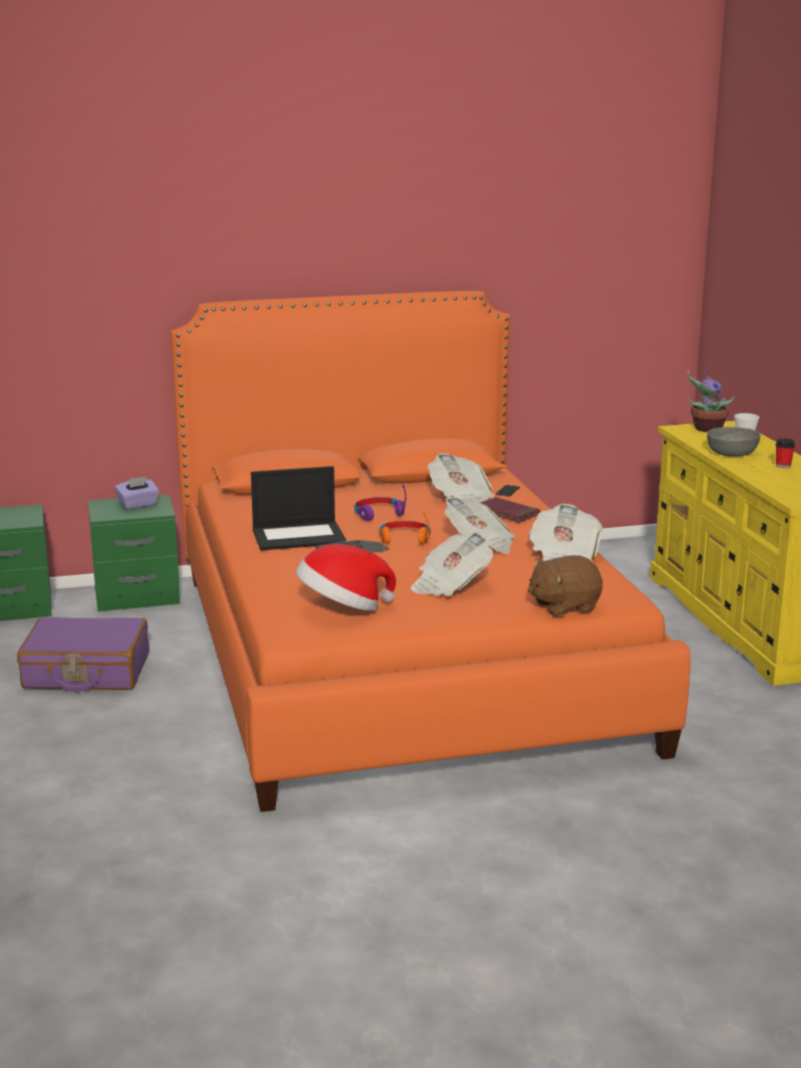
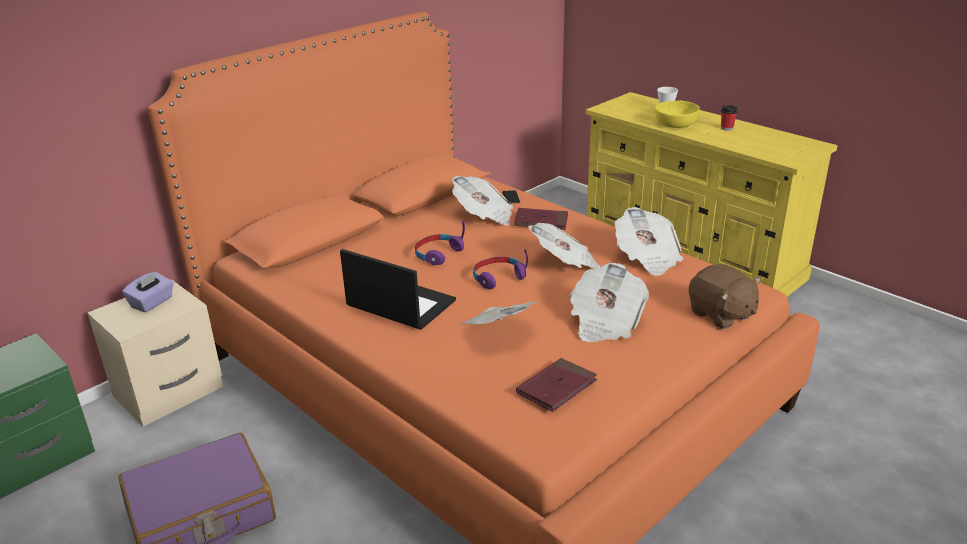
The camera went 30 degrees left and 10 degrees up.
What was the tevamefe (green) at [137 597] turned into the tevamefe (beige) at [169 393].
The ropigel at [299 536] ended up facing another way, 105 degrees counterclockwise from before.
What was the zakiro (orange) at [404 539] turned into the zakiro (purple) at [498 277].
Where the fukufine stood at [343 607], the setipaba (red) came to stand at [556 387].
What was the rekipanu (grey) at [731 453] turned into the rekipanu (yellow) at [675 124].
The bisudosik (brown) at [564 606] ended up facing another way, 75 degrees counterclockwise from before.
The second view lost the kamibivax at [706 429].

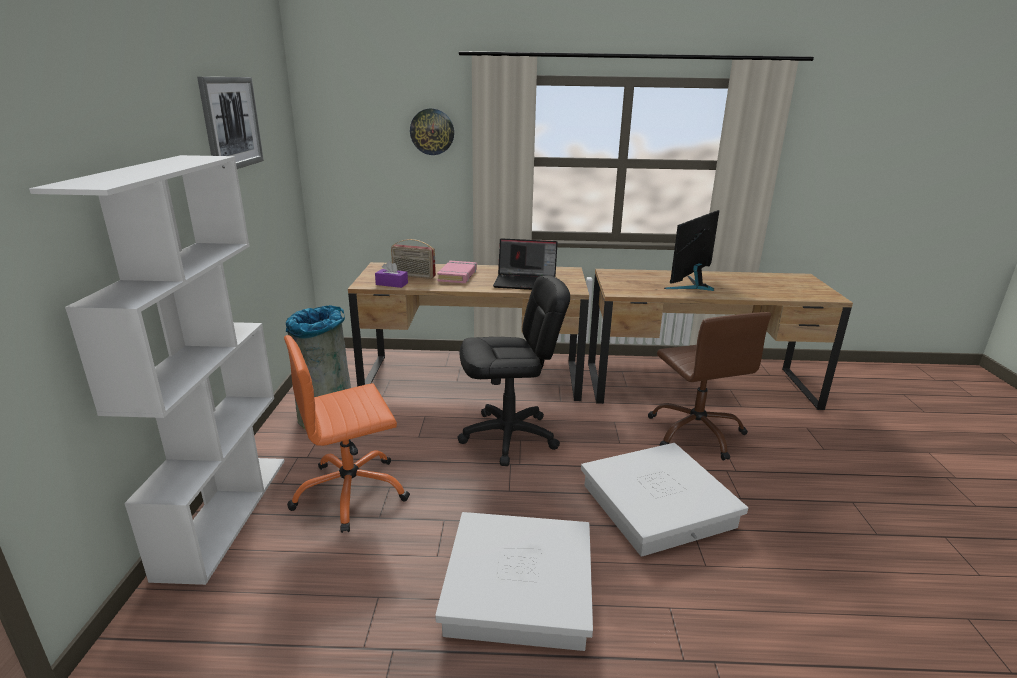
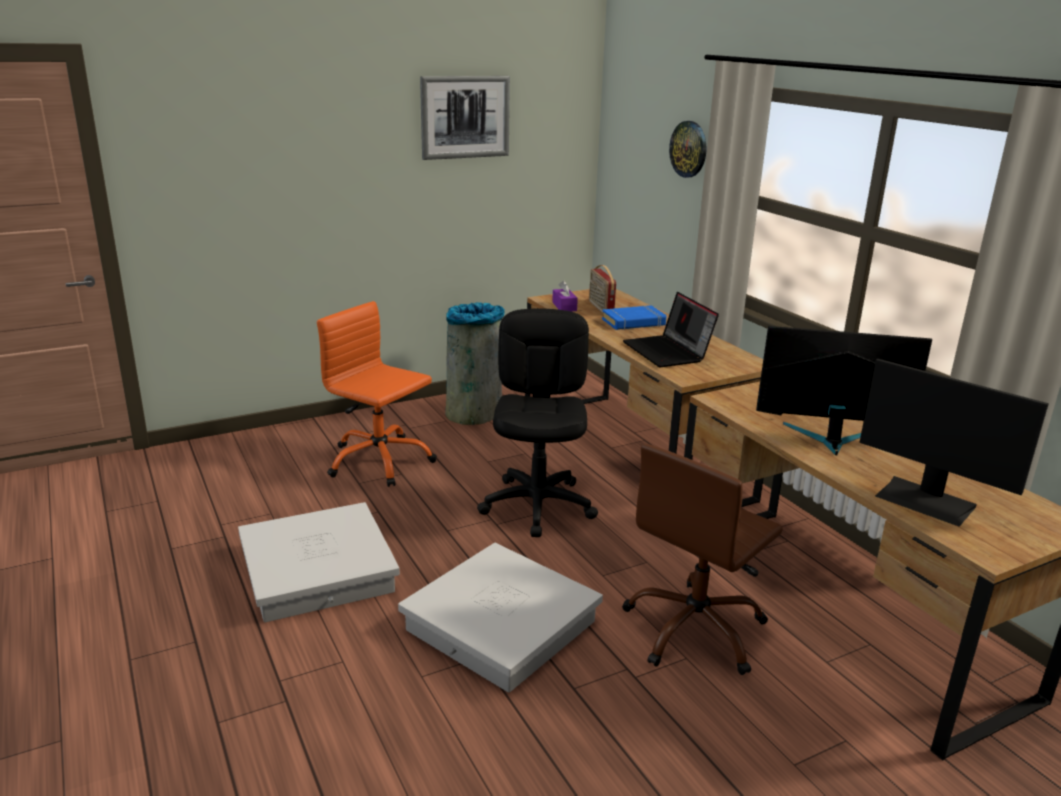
The camera went 60 degrees right and 0 degrees up.
The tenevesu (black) at [509 437] ended up facing another way, 135 degrees counterclockwise from before.
What was the setipaba (pink) at [458 275] turned into the setipaba (blue) at [634 322].
The second view gained the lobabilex at [926 501].
The second view lost the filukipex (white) at [225 513].

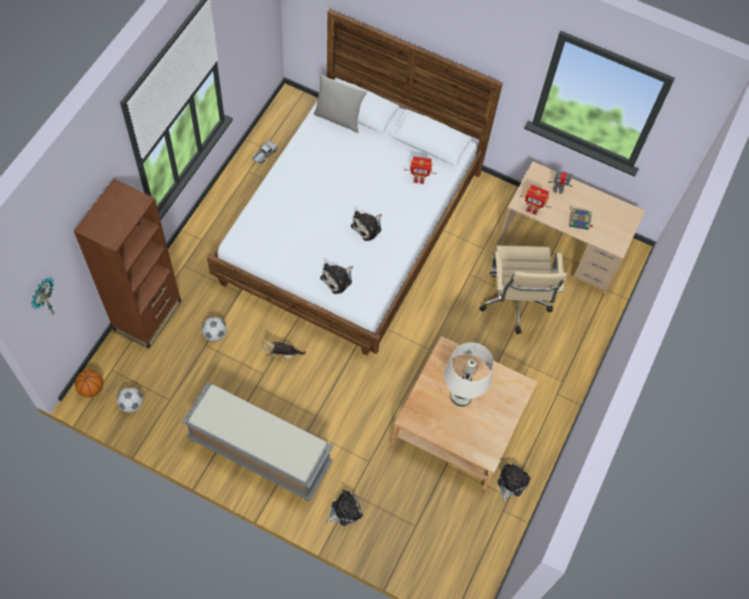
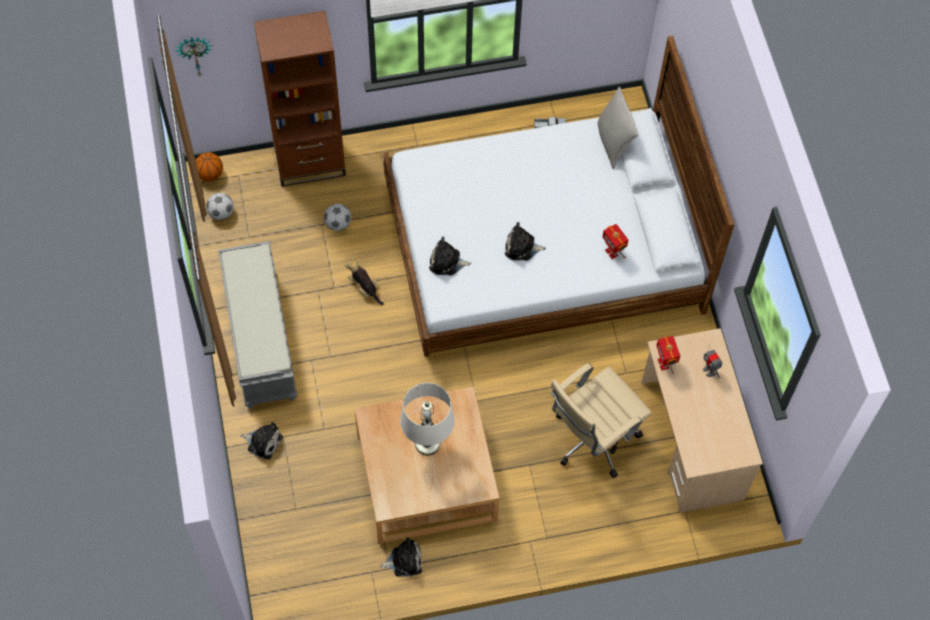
The camera went 55 degrees right and 0 degrees up.
The second view lost the setipaba at [579 221].

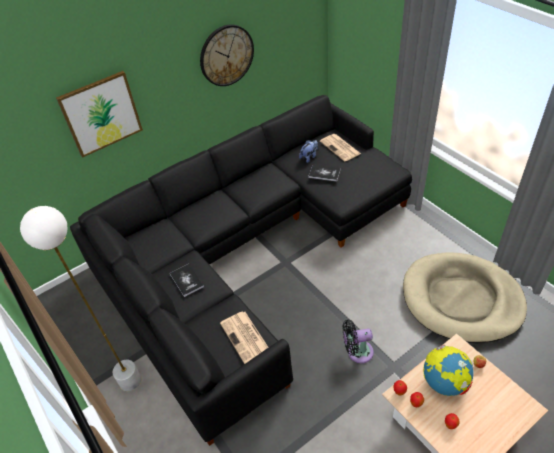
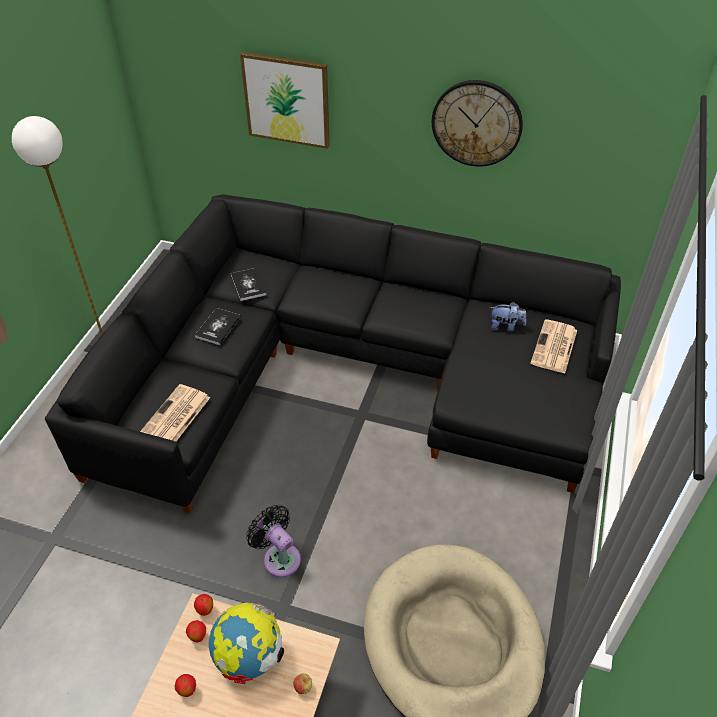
The camera went 50 degrees right and 0 degrees up.
The setipaba ended up elsewhere, having gone from [324 173] to [248 285].

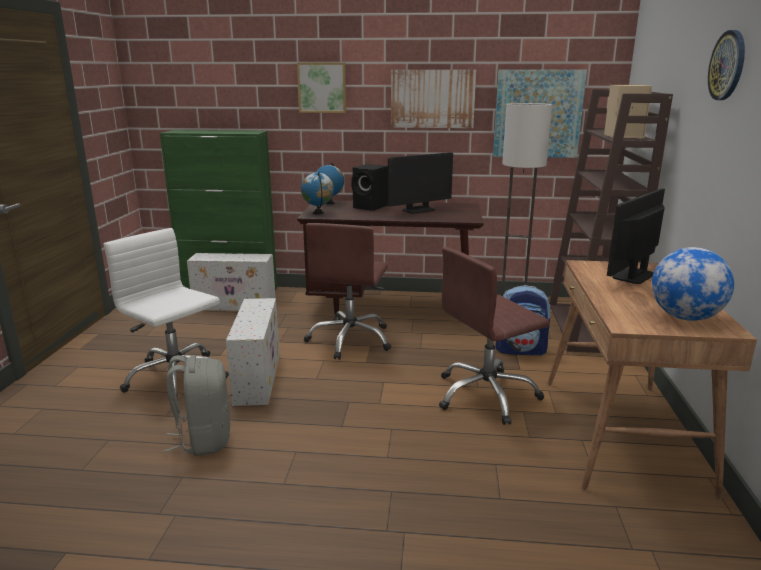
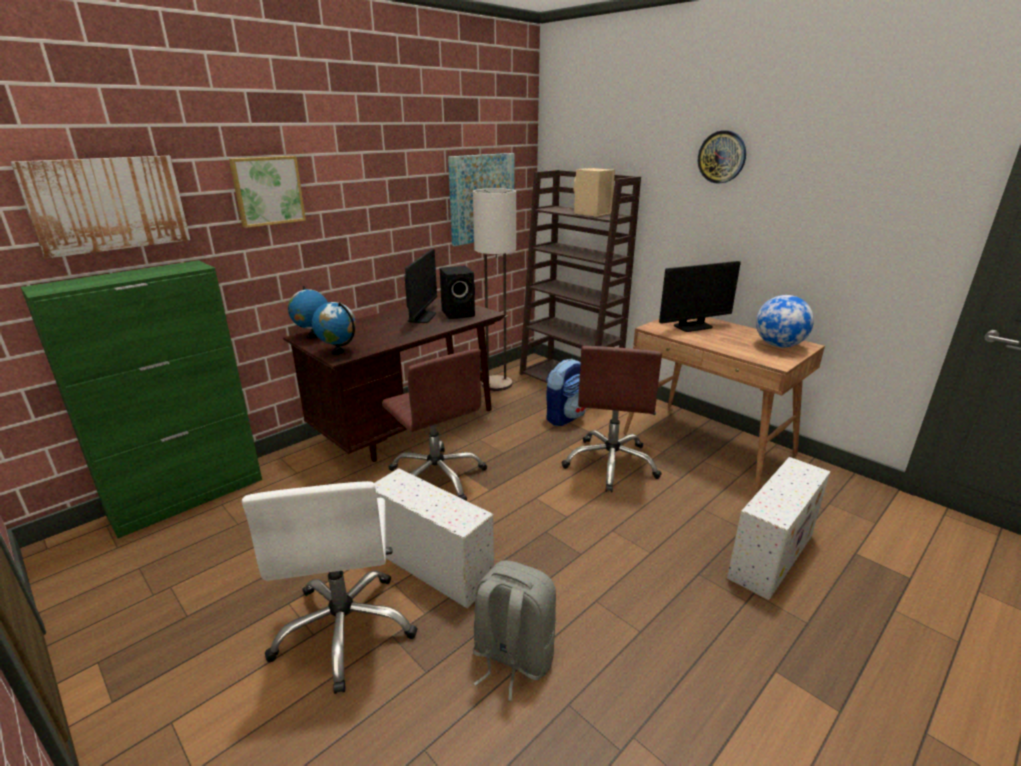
The camera went 50 degrees left and 5 degrees up.
The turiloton ended up elsewhere, having gone from [432 99] to [108 204].
The tenevesu (white) at [175 377] ended up facing another way, 90 degrees counterclockwise from before.
The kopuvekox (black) ended up elsewhere, having gone from [371 207] to [459 313].
The lobabilex at [633 276] ended up facing another way, 105 degrees counterclockwise from before.
The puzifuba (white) ended up elsewhere, having gone from [236 305] to [772 554].

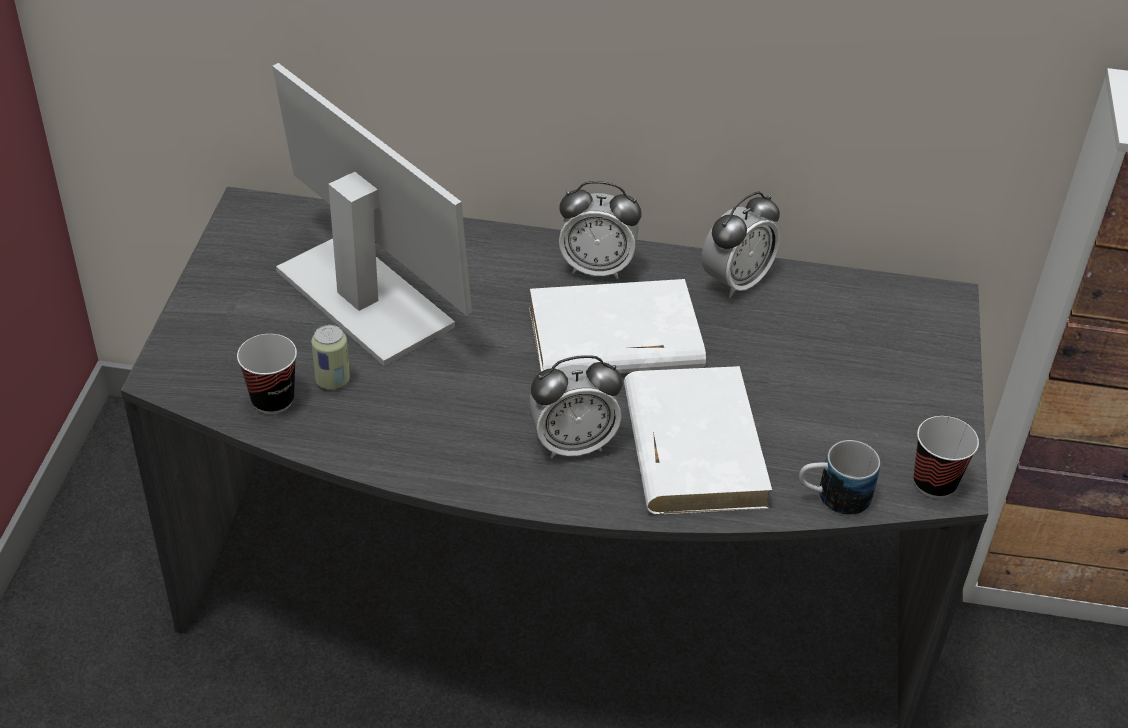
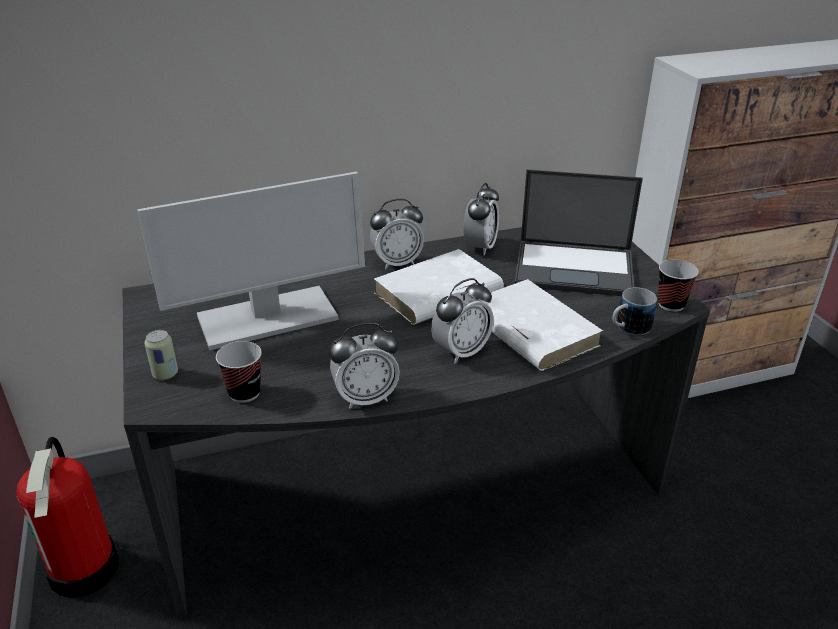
The camera went 25 degrees left and 10 degrees down.
The second view gained the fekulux at [85 569].
The lobabilex at [366 299] ended up facing another way, 135 degrees clockwise from before.
The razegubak ended up elsewhere, having gone from [332 380] to [165 374].
The second view gained the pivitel at [366 398].
The second view gained the ropigel at [575 268].

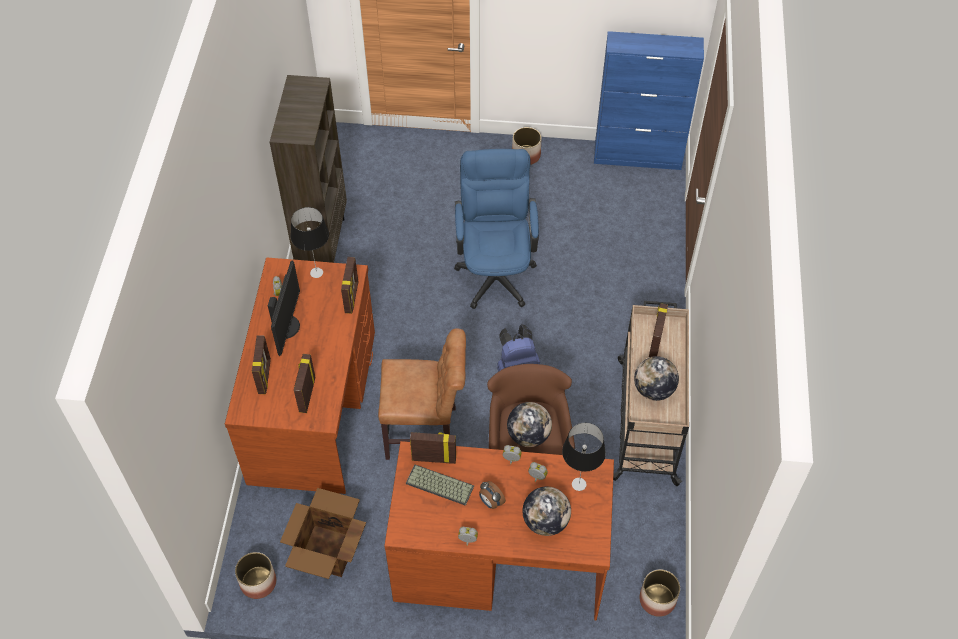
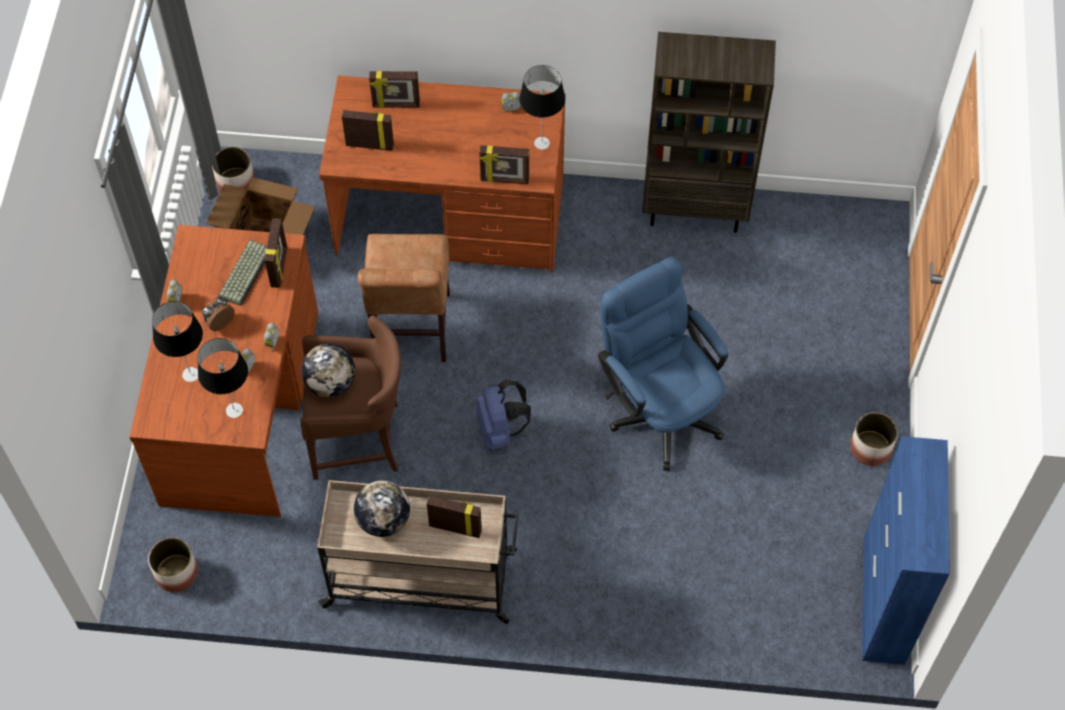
The camera went 90 degrees right and 5 degrees up.
Where the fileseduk stood at [545 521], the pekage came to stand at [190 375].
The tenevesu (blue) at [495 270] ended up facing another way, 120 degrees counterclockwise from before.
The second view lost the lobabilex at [287 326].

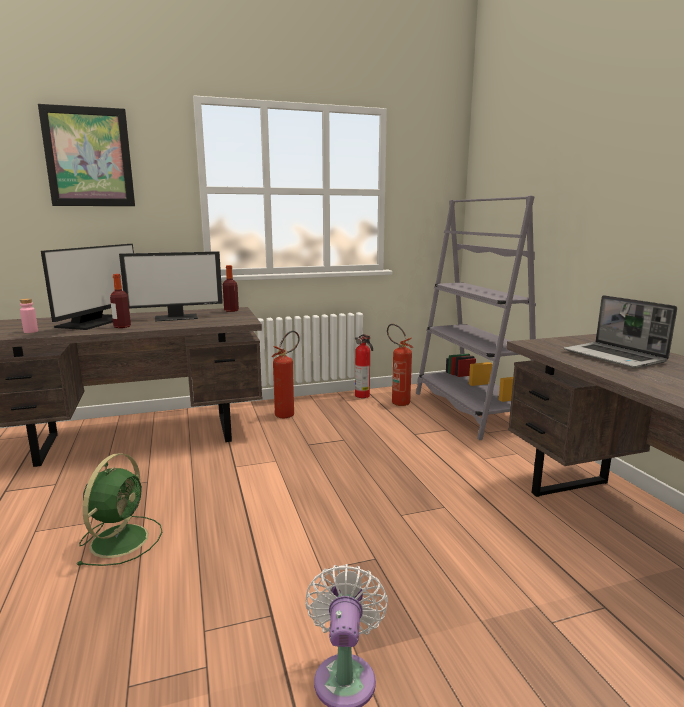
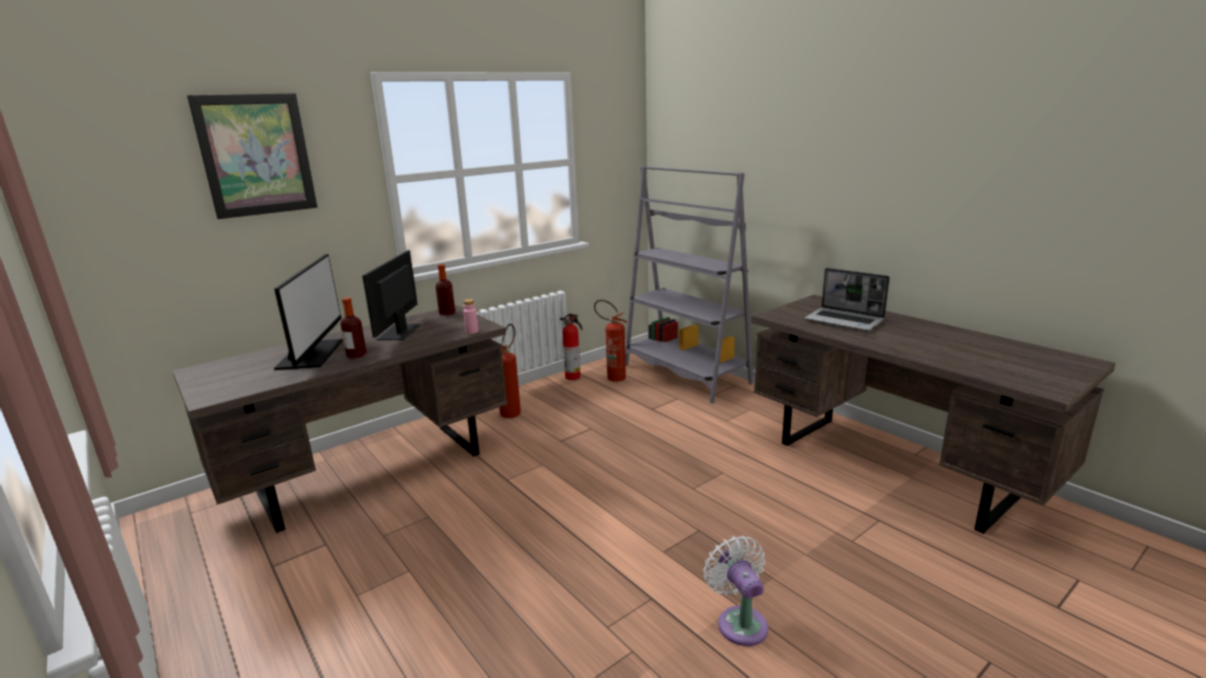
The camera went 20 degrees left and 5 degrees up.
The lobabilex at [176 317] ended up facing another way, 135 degrees clockwise from before.
The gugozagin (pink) ended up elsewhere, having gone from [31 331] to [472 331].
The second view lost the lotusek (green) at [121 539].

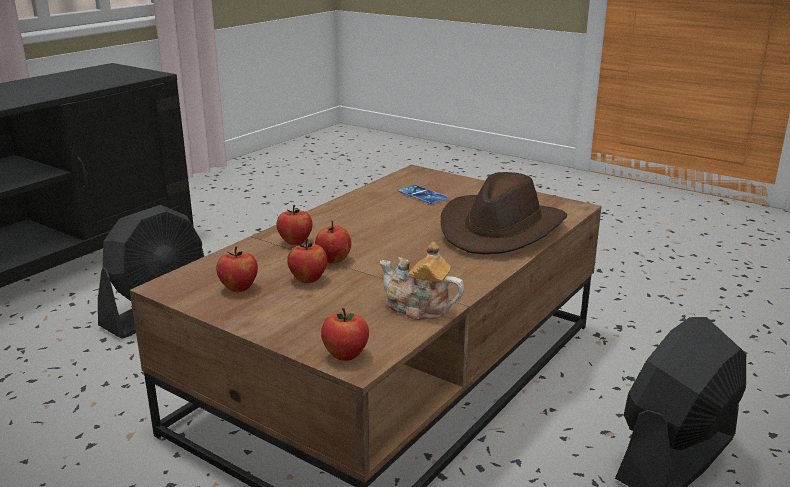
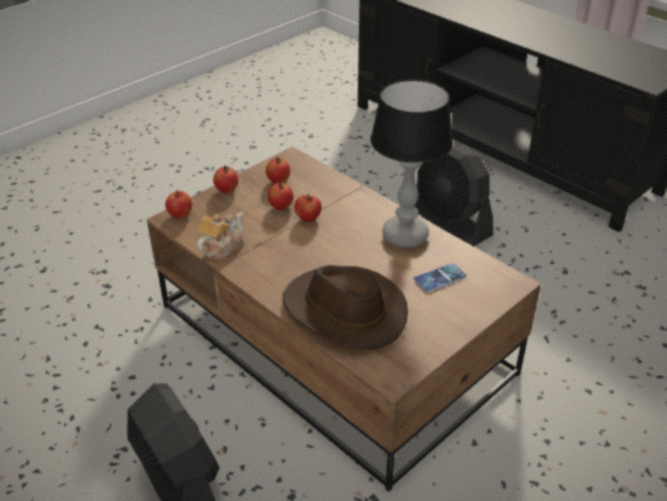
The camera went 100 degrees right and 15 degrees up.
The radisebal ended up elsewhere, having gone from [295 242] to [226 190].
The second view gained the pekage at [404 236].

